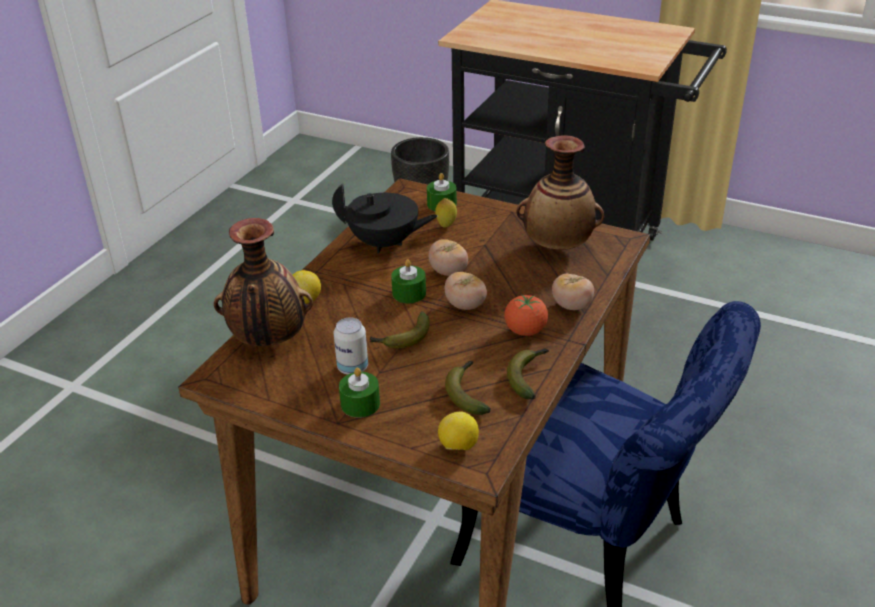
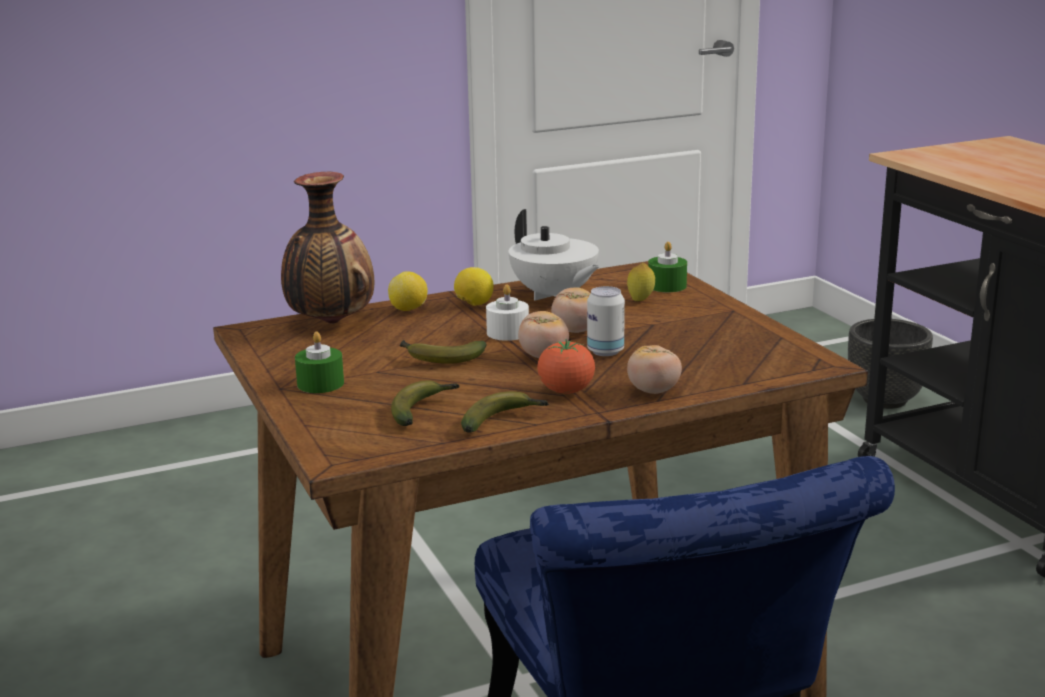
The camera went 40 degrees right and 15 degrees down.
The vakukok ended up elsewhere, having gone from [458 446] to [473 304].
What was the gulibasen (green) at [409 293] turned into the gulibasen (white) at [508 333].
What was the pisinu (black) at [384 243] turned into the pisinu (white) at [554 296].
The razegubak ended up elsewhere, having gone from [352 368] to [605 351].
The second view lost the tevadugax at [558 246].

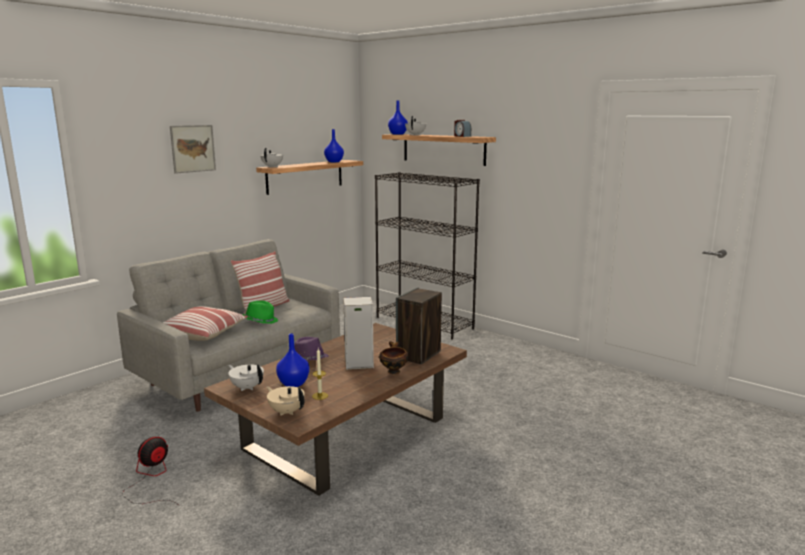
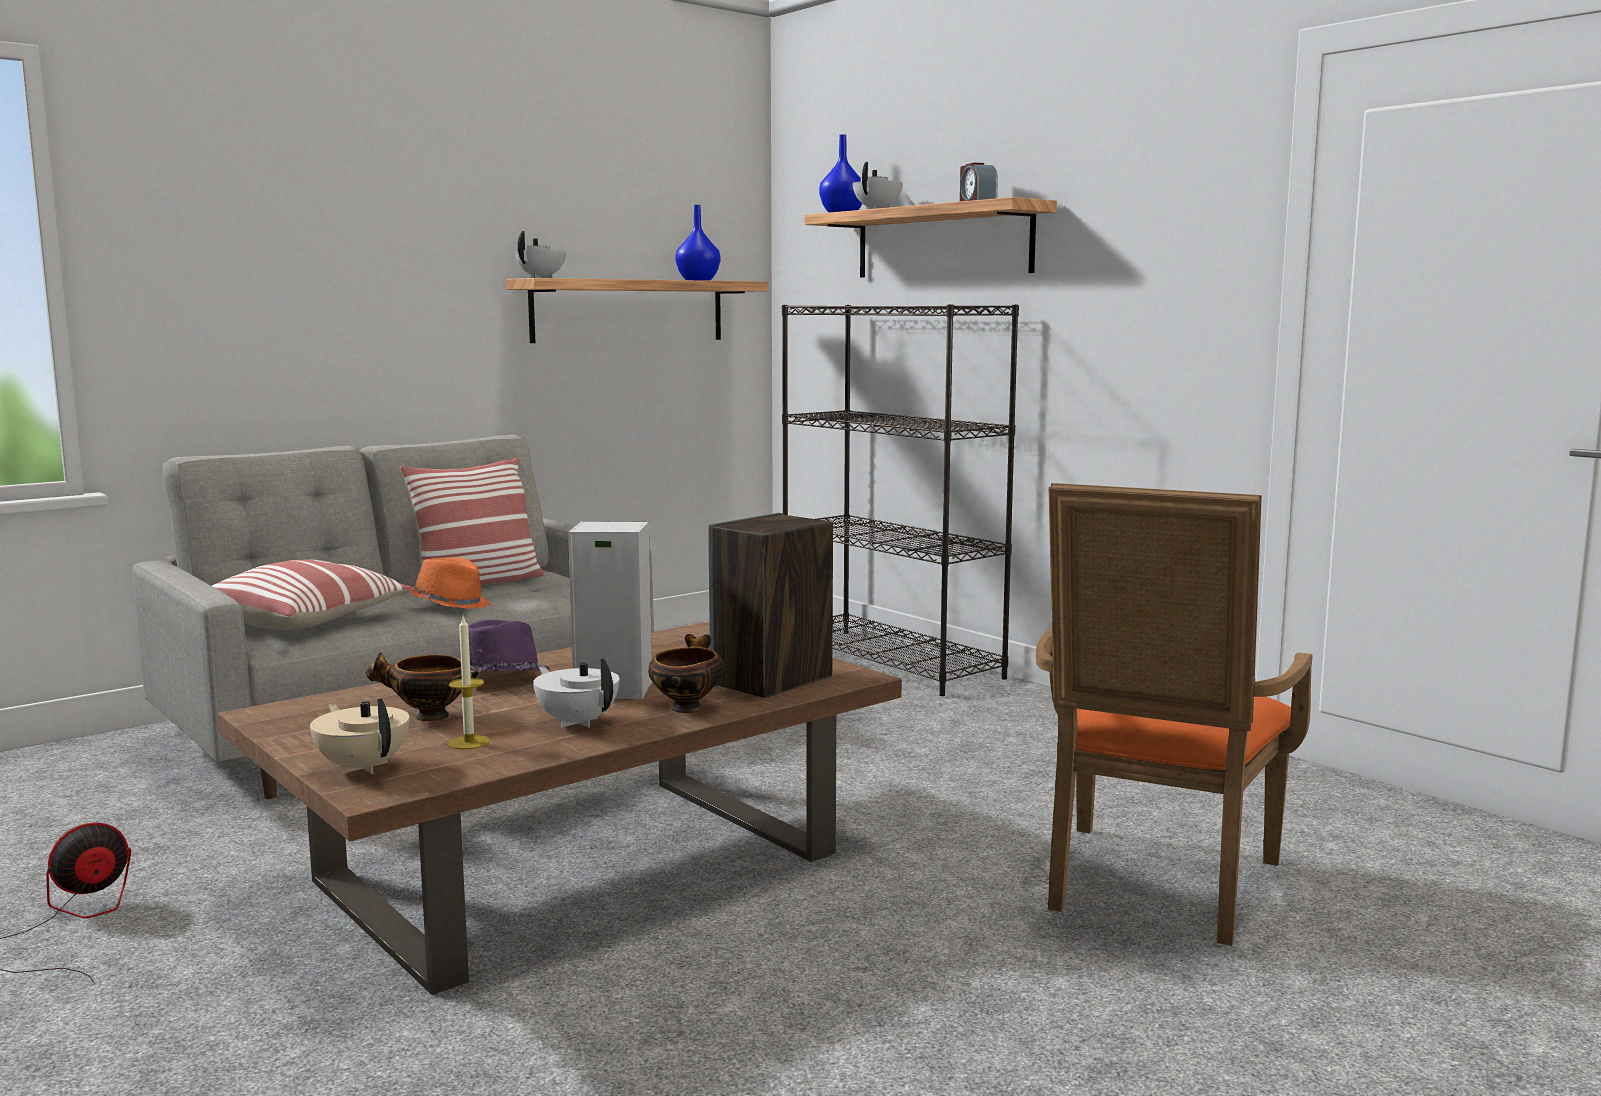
The camera went 10 degrees right and 5 degrees down.
Where the tevadugax (blue) stood at [294 384], the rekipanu came to stand at [428 717].
What was the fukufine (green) at [260 321] turned into the fukufine (orange) at [450 605].
The pisinu (white) ended up elsewhere, having gone from [247 387] to [577 722].
The second view gained the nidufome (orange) at [1154 889].
The second view lost the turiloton at [193 148].

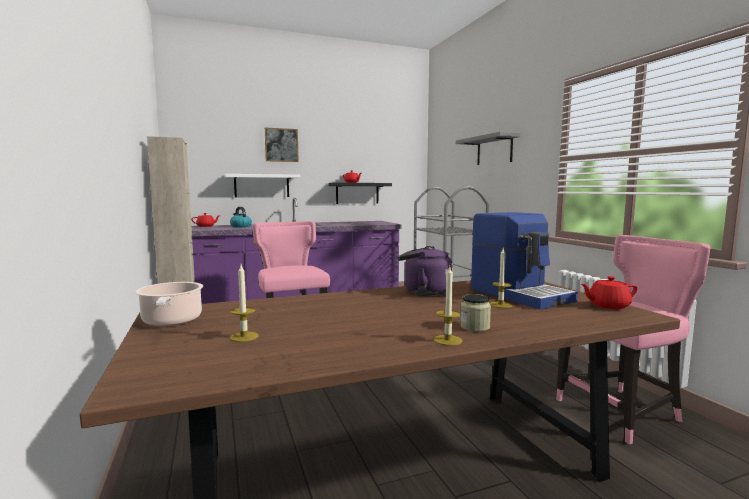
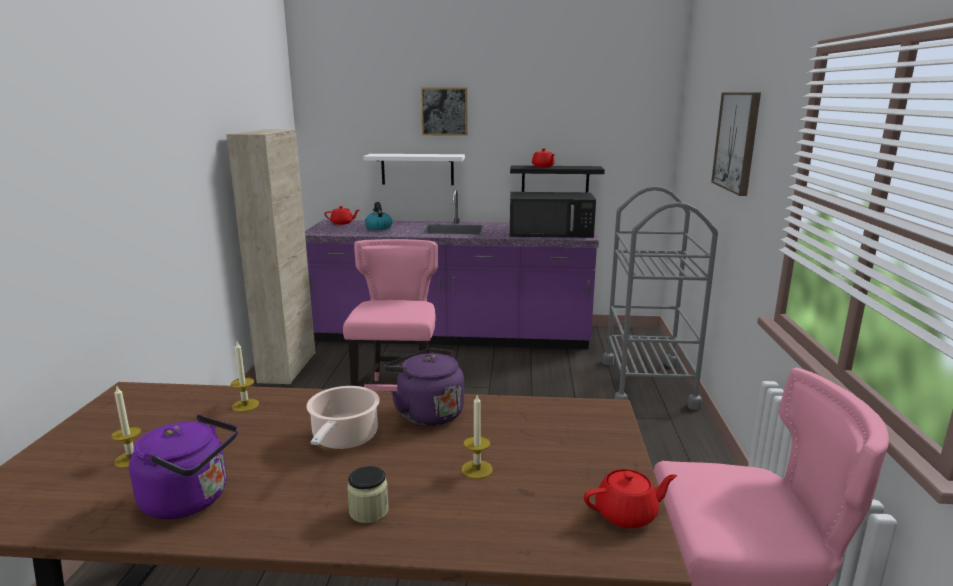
The camera went 25 degrees right and 10 degrees up.
The second view gained the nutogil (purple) at [191 499].
The gulibasen ended up elsewhere, having gone from [447 340] to [245 405].
The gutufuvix ended up elsewhere, having gone from [171 321] to [344 438].
The second view gained the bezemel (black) at [551 232].
The pisinu (red) at [607 306] ended up facing another way, 150 degrees clockwise from before.
Where the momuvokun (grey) hung at [494 150], the turiloton came to hang at [737 141].
The second view lost the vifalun at [520 294].

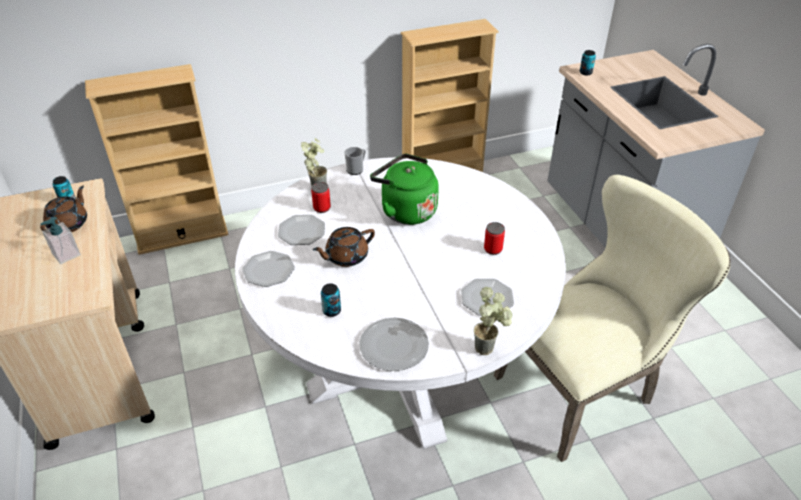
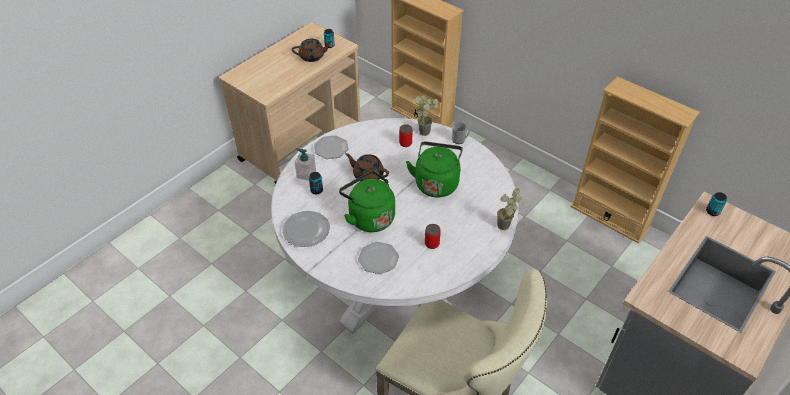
The camera went 60 degrees right and 5 degrees up.
The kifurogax ended up elsewhere, having gone from [66 254] to [306 174].
The second view gained the nutogil (green) at [369 217].
The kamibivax ended up elsewhere, having gone from [489 348] to [505 228].
The second view lost the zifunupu at [302 231].

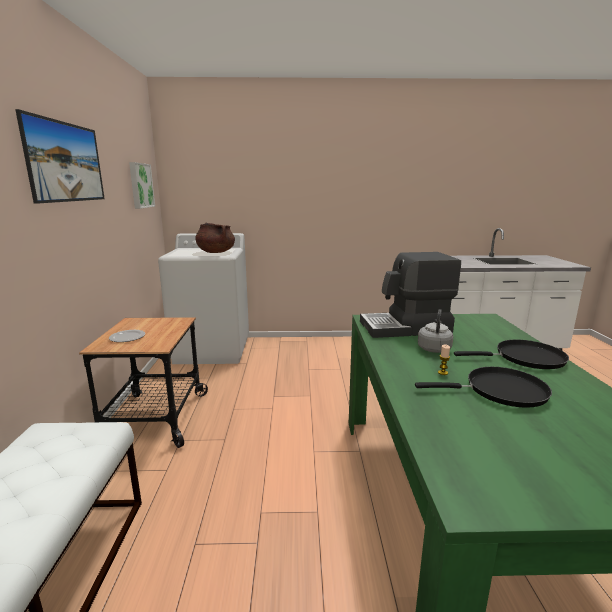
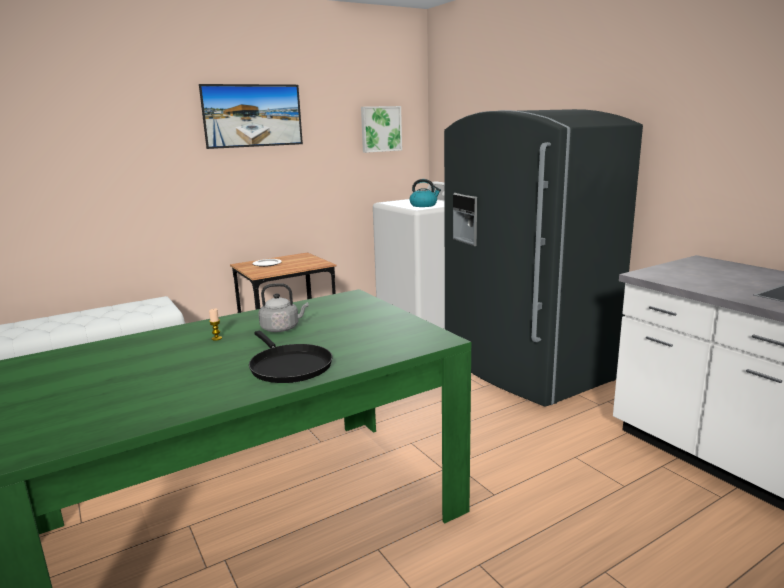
The camera went 60 degrees right and 0 degrees up.
Where the gutufuvix (brown) stood at [216 252], the nutogil came to stand at [424 205].
The second view gained the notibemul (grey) at [524 369].
The second view lost the vifalun at [406 328].
The second view lost the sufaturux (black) at [500 391].

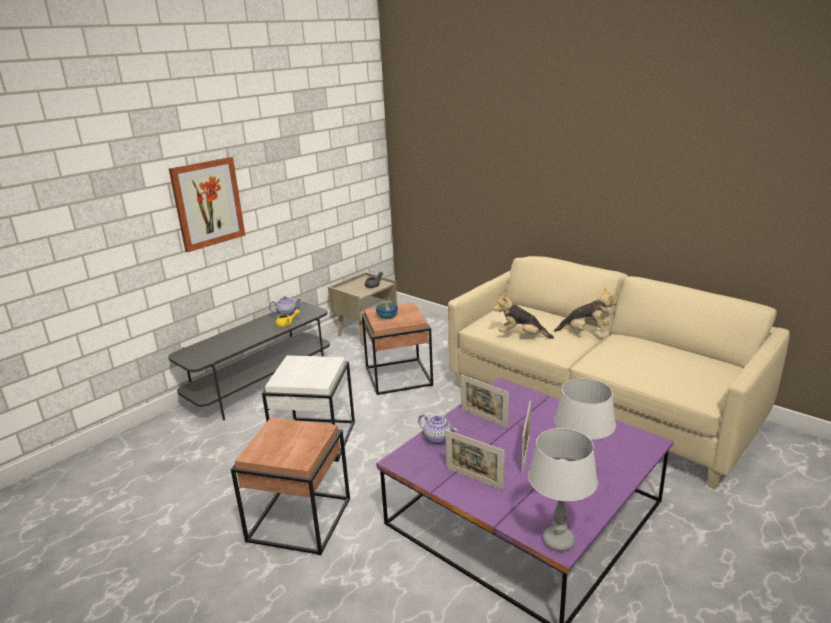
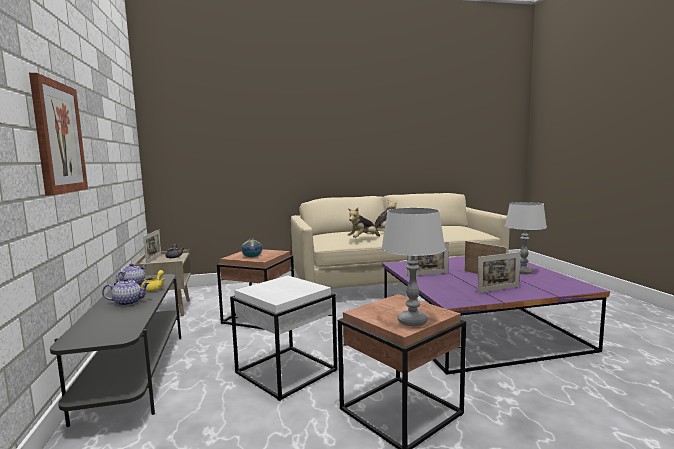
The camera went 55 degrees left and 15 degrees down.
The pisinu ended up elsewhere, having gone from [438 439] to [128 302].
The second view gained the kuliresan at [154 259].
The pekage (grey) ended up elsewhere, having gone from [558 541] to [412 321].

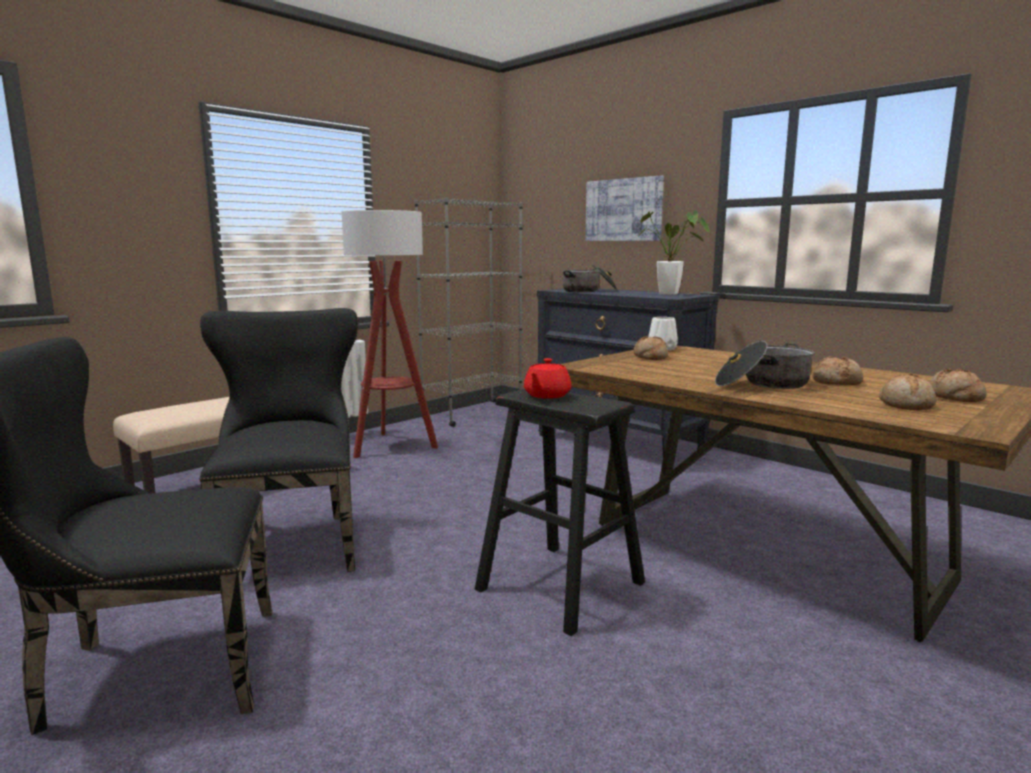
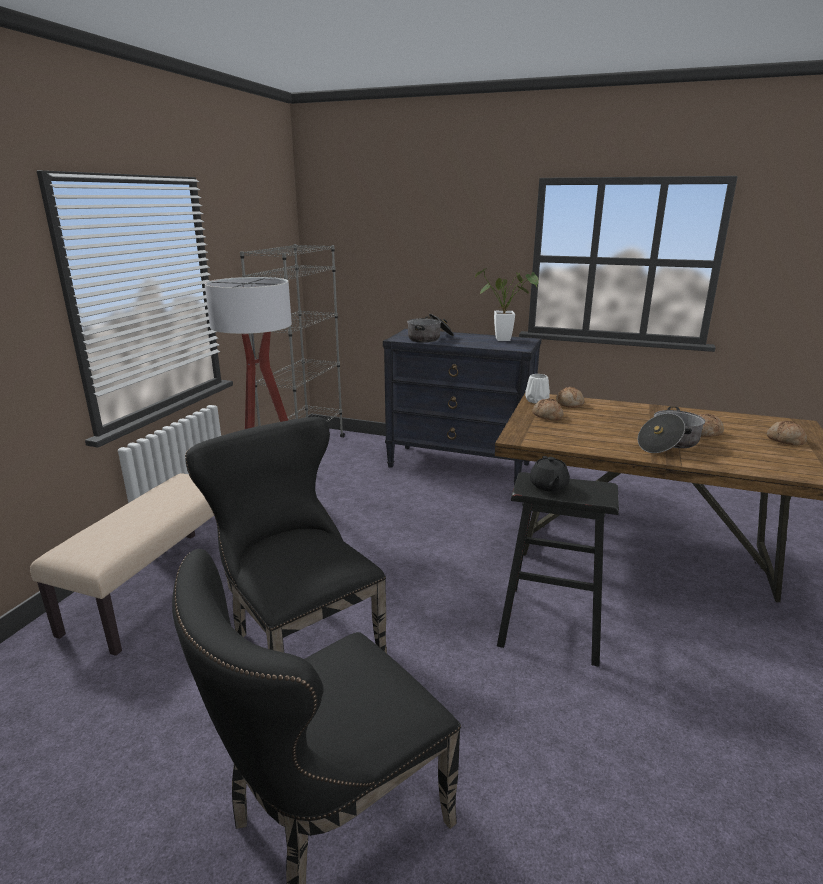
The camera went 25 degrees left and 10 degrees up.
What was the pisinu (red) at [546 395] turned into the pisinu (black) at [548 486].
The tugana ended up elsewhere, having gone from [906 404] to [569 403].
The second view lost the turiloton at [623 210].

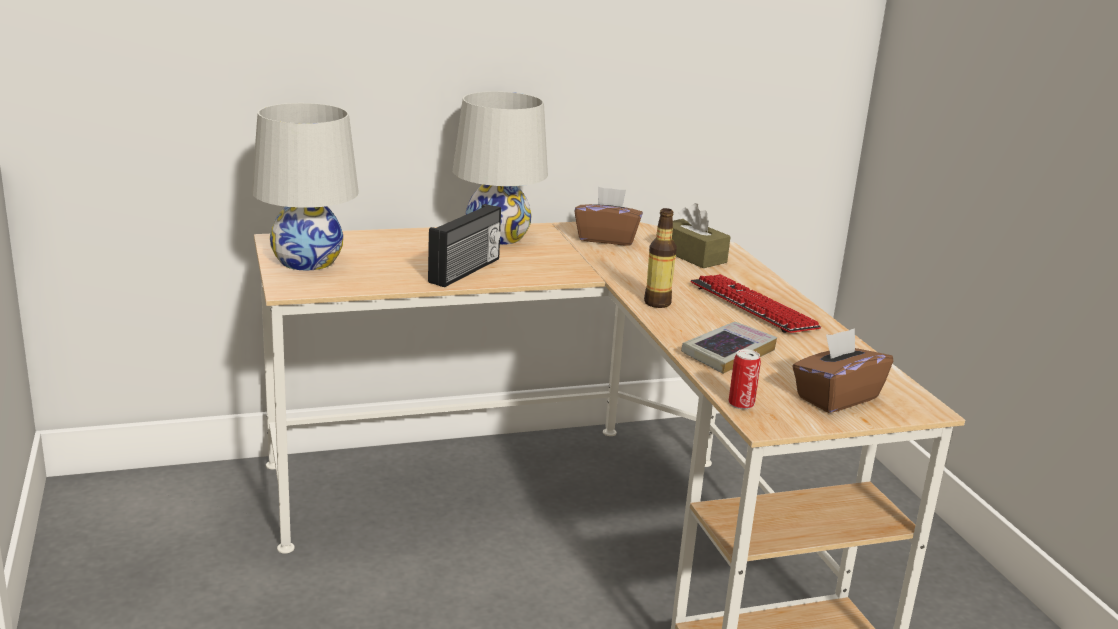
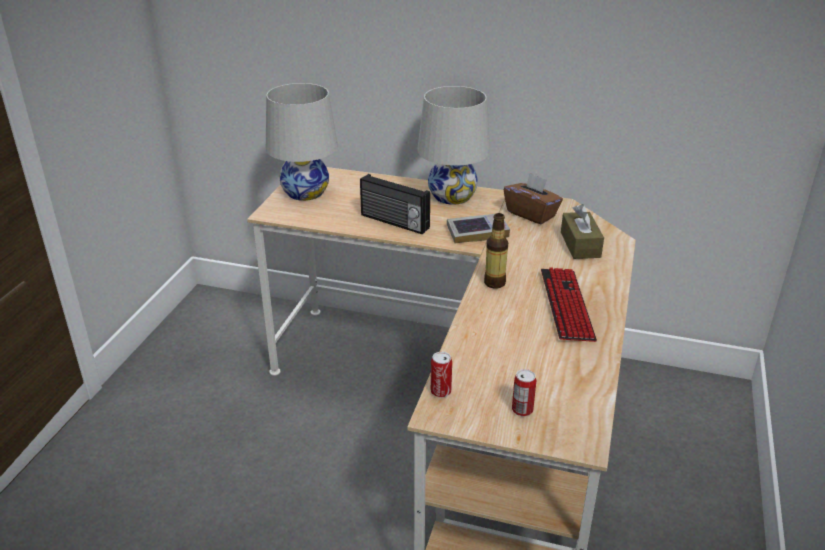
The camera went 35 degrees right and 10 degrees up.
The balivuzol at [466 271] ended up facing another way, 60 degrees clockwise from before.
The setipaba ended up elsewhere, having gone from [728 353] to [477 232].
Where the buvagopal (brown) stood at [836 397], the razegubak came to stand at [522 410].

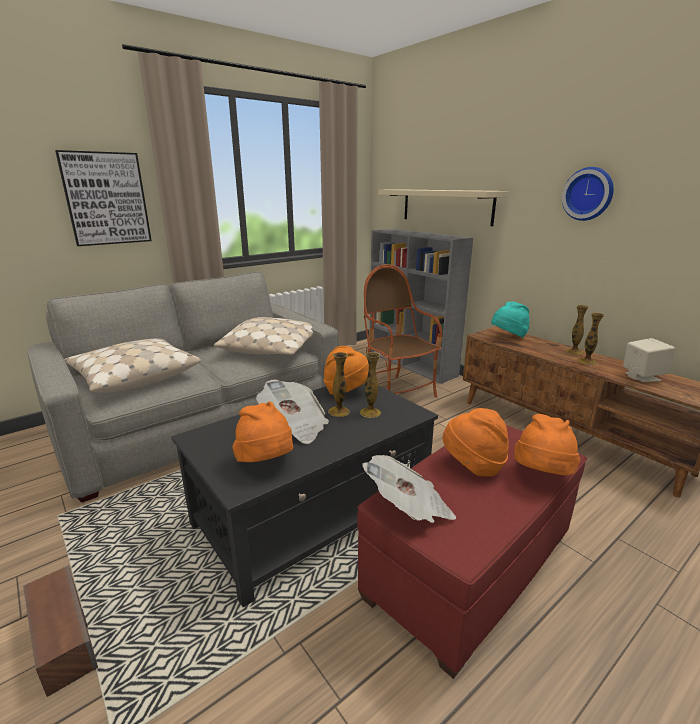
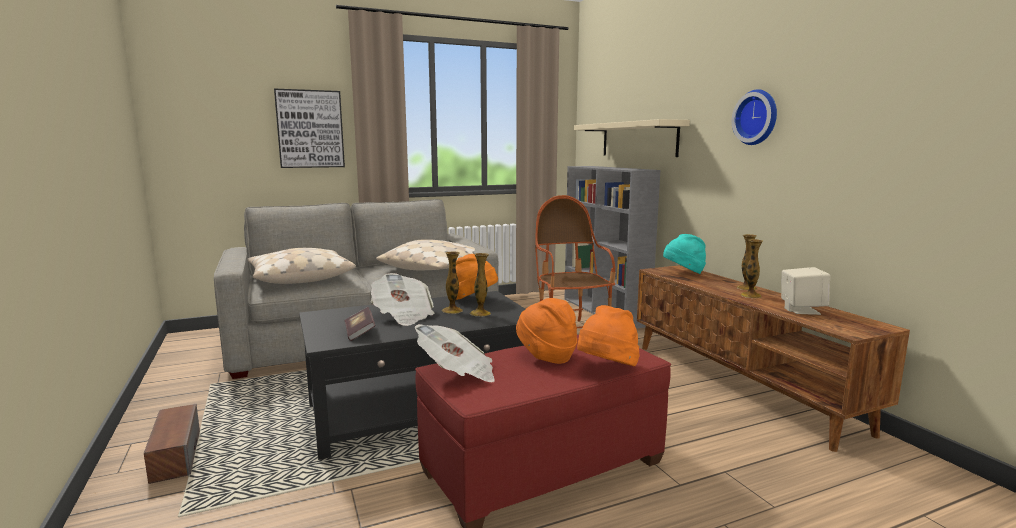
The camera went 15 degrees right and 10 degrees down.
Where the fukufine (orange) stood at [266 462], the setipaba came to stand at [360 332].

